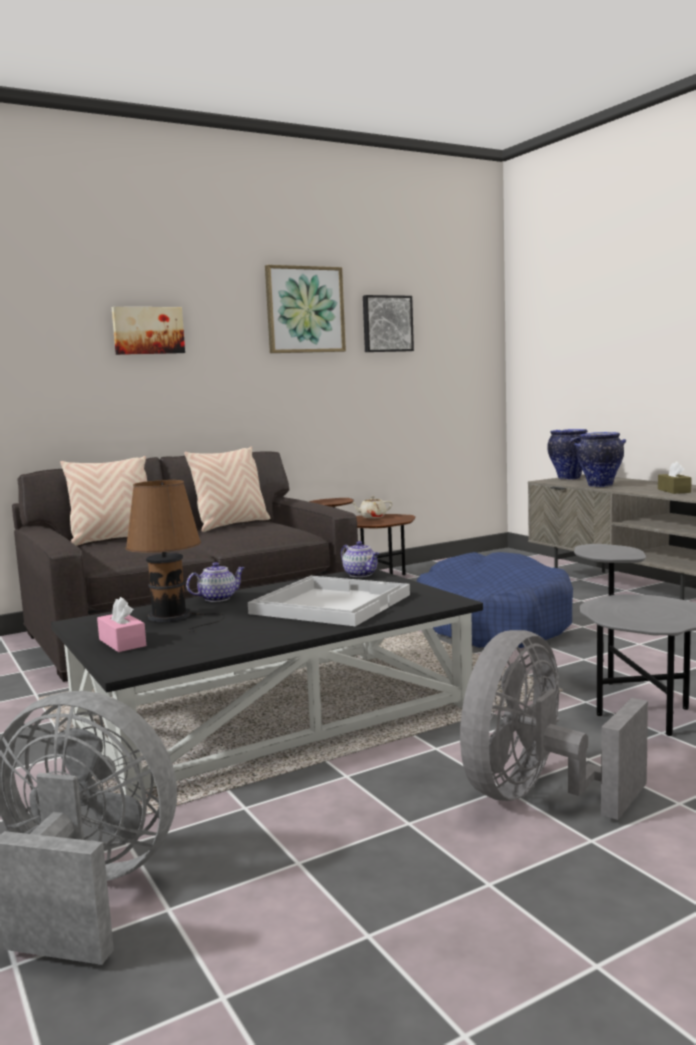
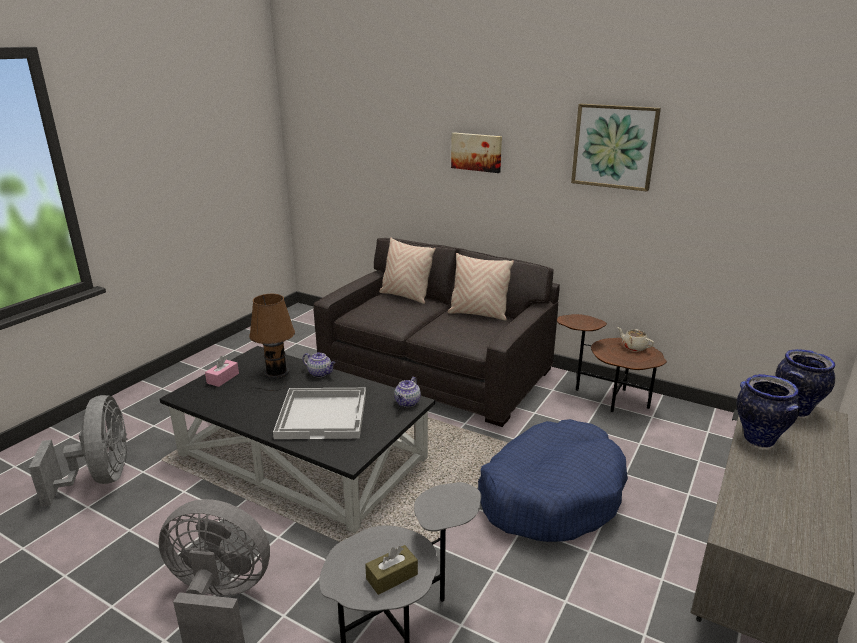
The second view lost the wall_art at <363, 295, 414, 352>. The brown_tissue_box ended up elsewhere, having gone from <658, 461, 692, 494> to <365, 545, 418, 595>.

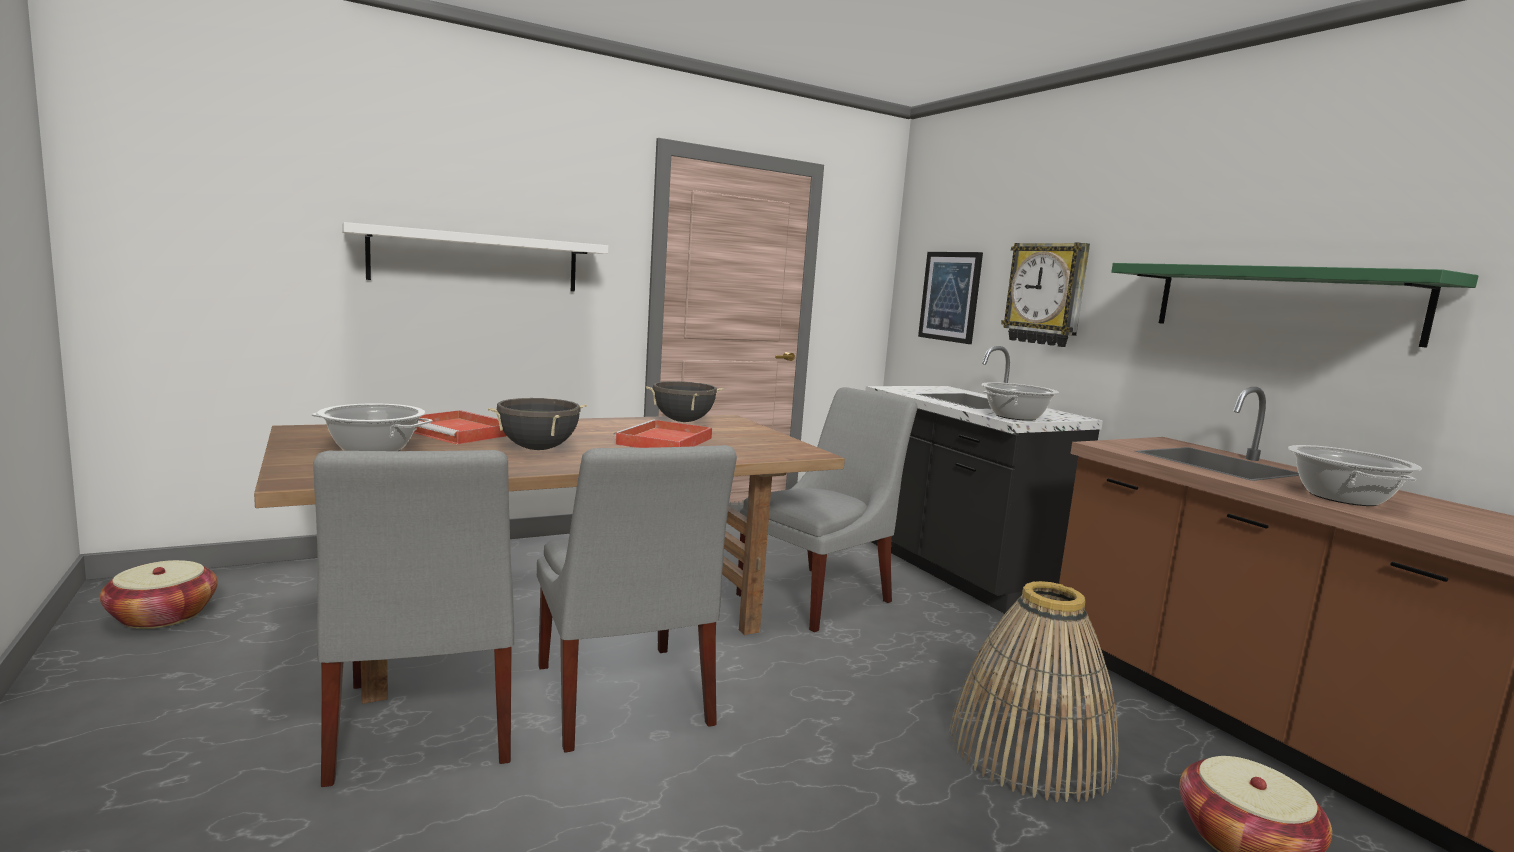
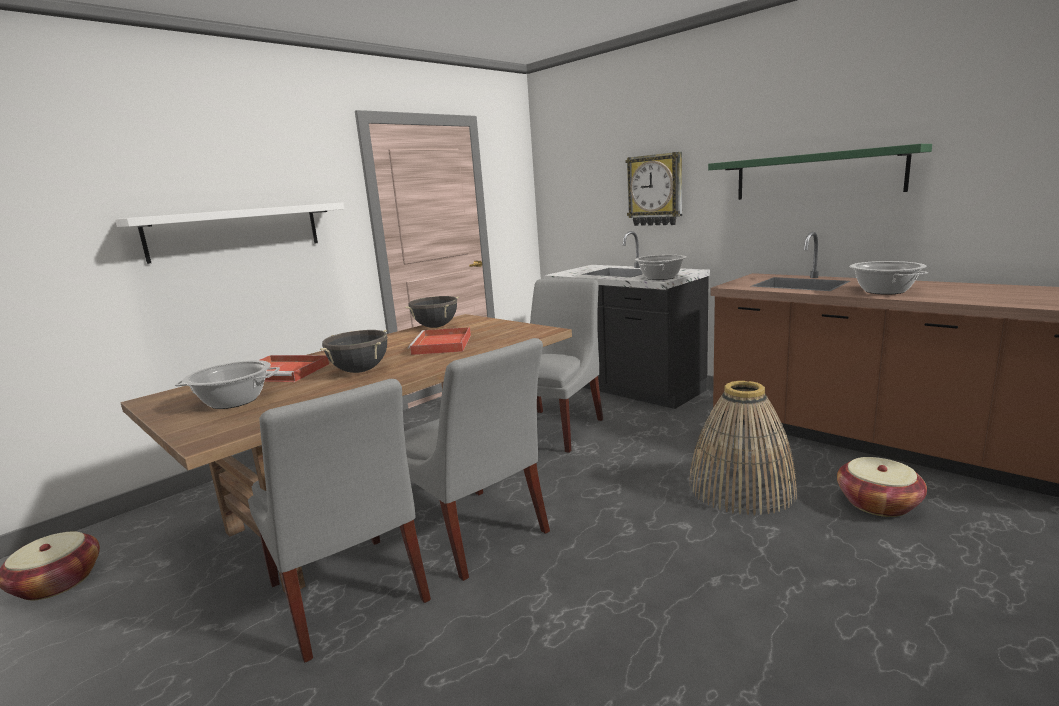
The second view lost the wall_art at <918, 252, 983, 344>.

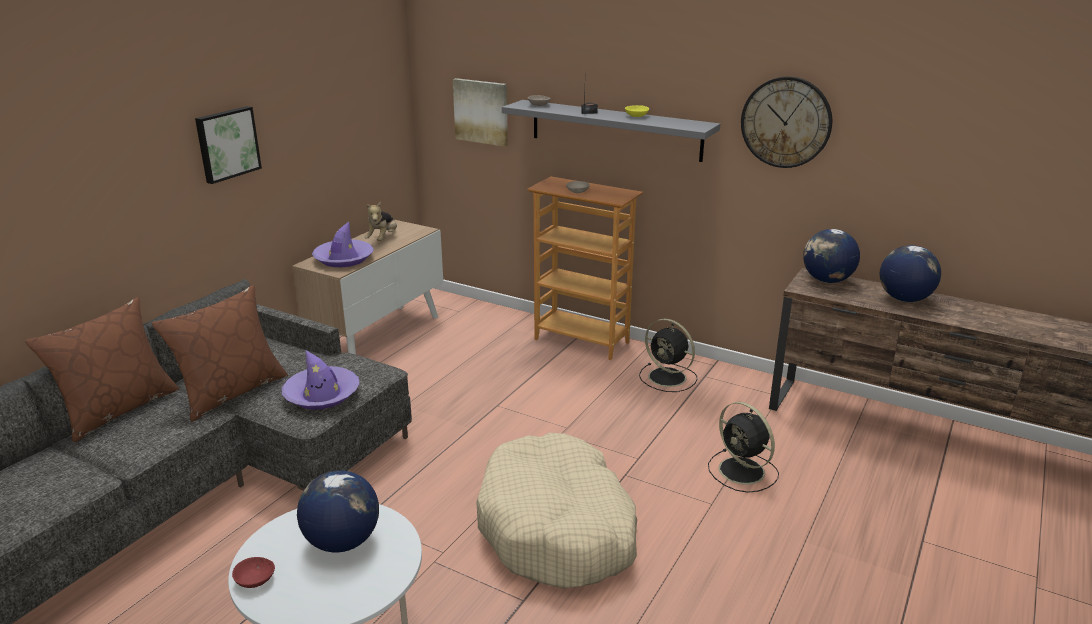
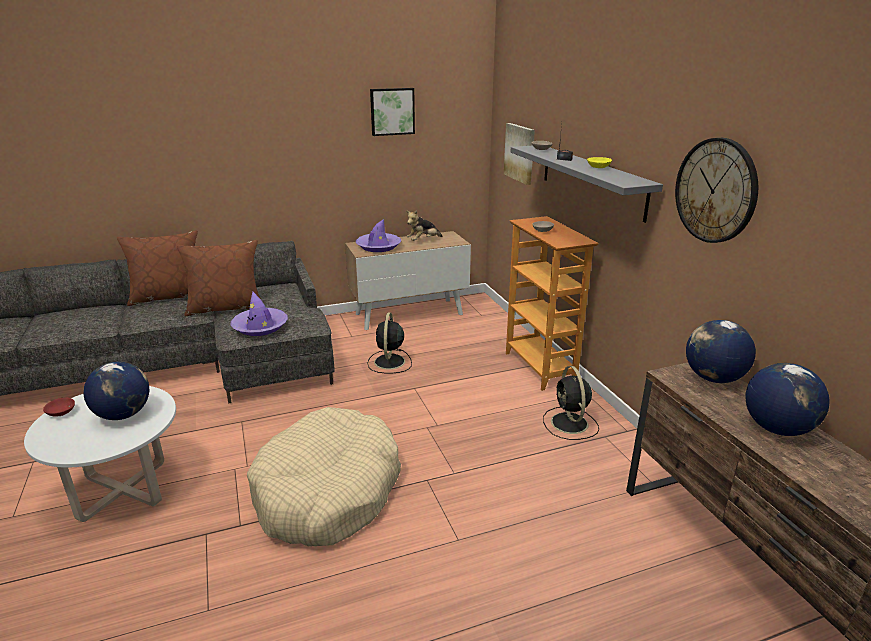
The wall_art ended up elsewhere, having gone from <195, 106, 262, 184> to <370, 88, 415, 136>. The blackish_electric_fan ended up elsewhere, having gone from <708, 402, 779, 493> to <367, 312, 412, 373>.

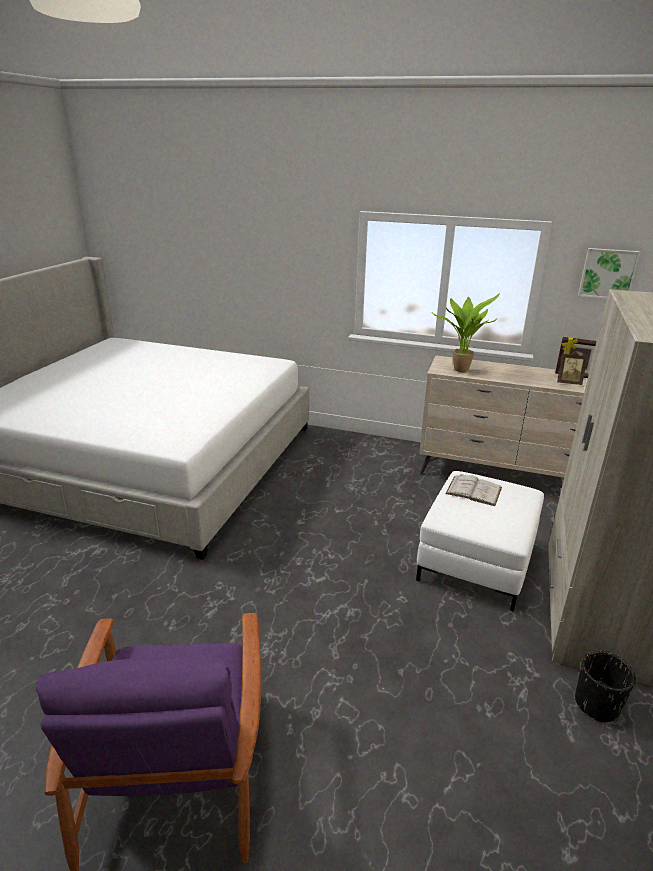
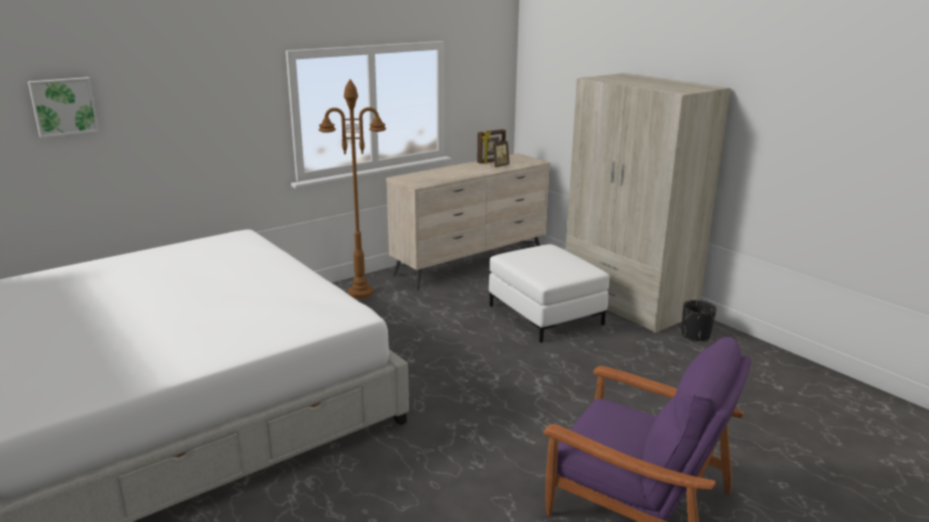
The second view lost the plant_in_a_pot at <433, 293, 500, 372>. The second view lost the white_bound_book at <445, 474, 502, 506>. The wall_art ended up elsewhere, having gone from <578, 248, 641, 299> to <28, 77, 99, 138>. The second view gained the brown_standard_lamp at <318, 79, 386, 299>.

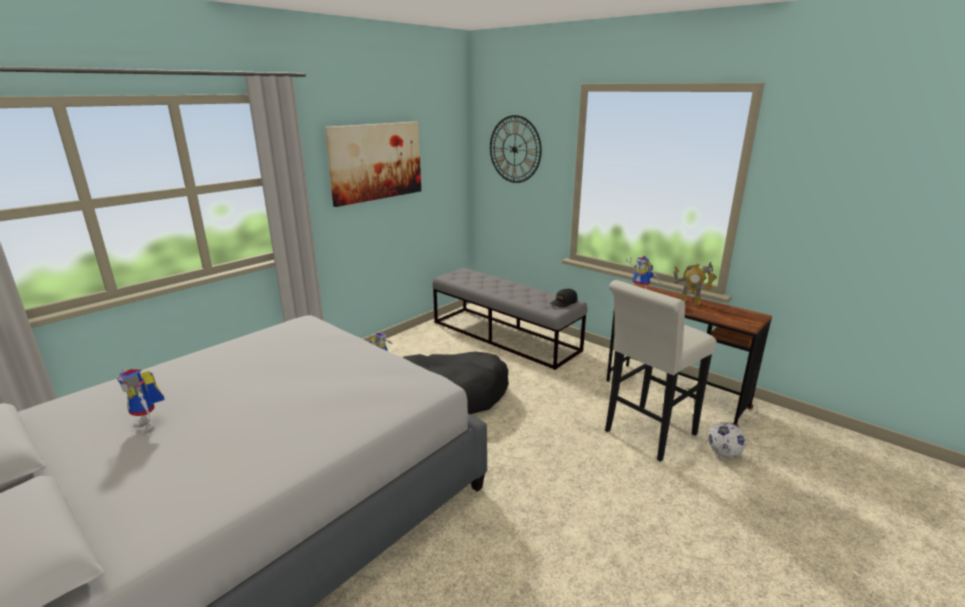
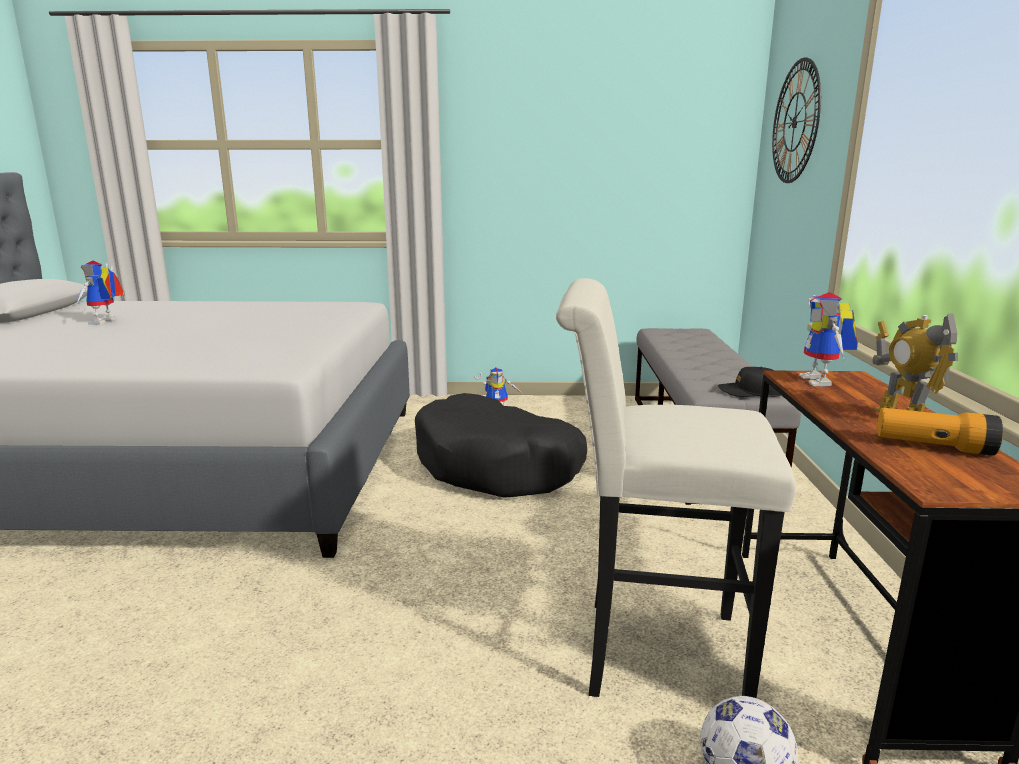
The second view lost the wall_art at <325, 122, 421, 207>. The second view gained the torch at <877, 408, 1003, 456>.

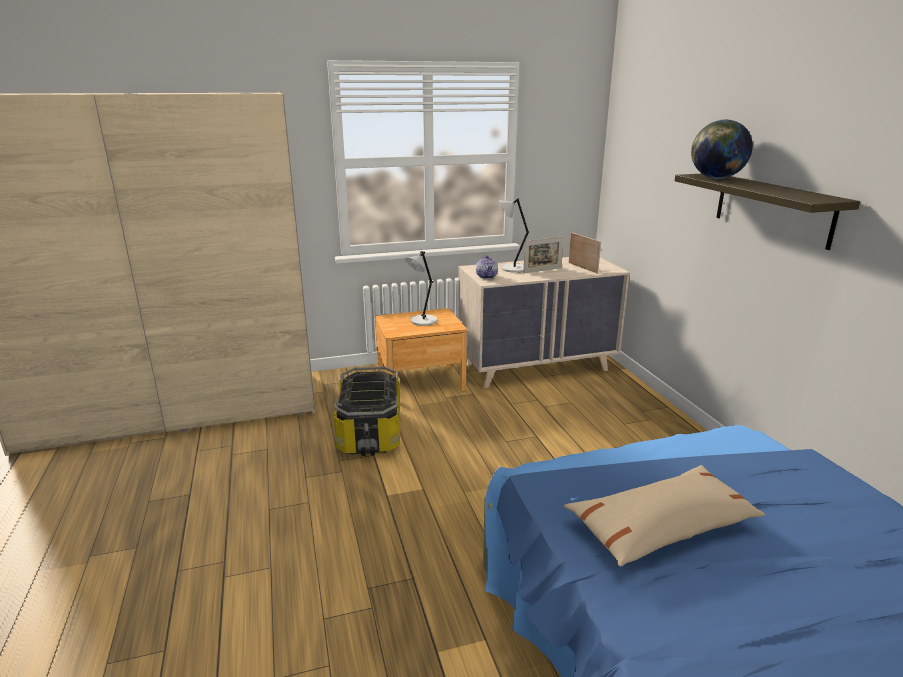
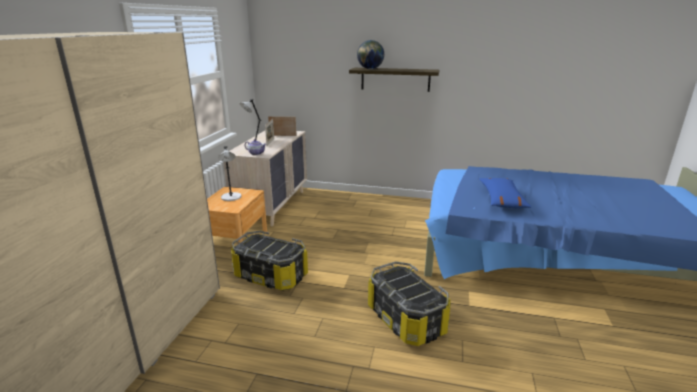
What was the beige-coloured_cushion at <564, 465, 766, 566> turned into the blue-coloured_cushion at <479, 178, 531, 208>. The second view gained the storage_box at <368, 261, 451, 346>.

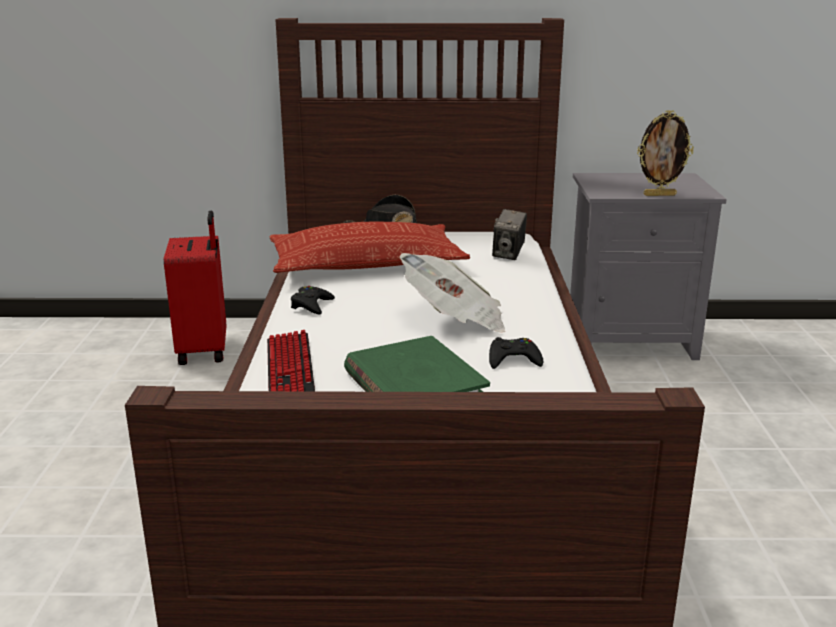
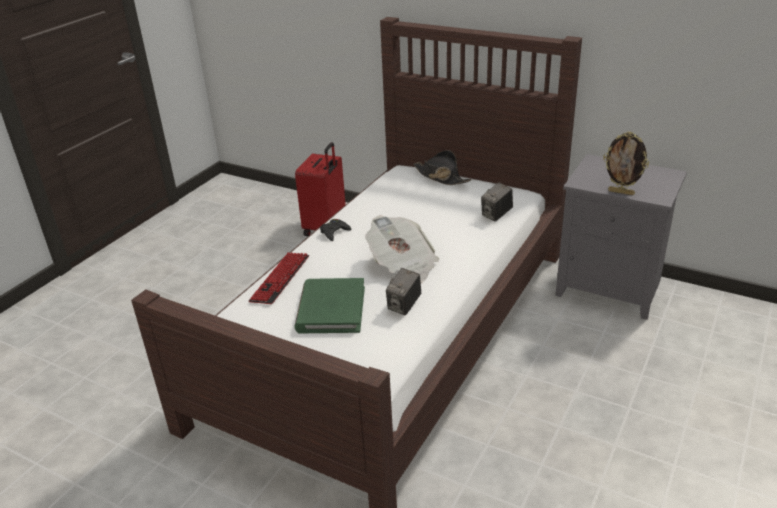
The second view lost the cushion at <270, 222, 470, 273>. Where the blackish_gamepad stood at <489, 337, 544, 369>, the still_camera came to stand at <386, 268, 421, 316>.

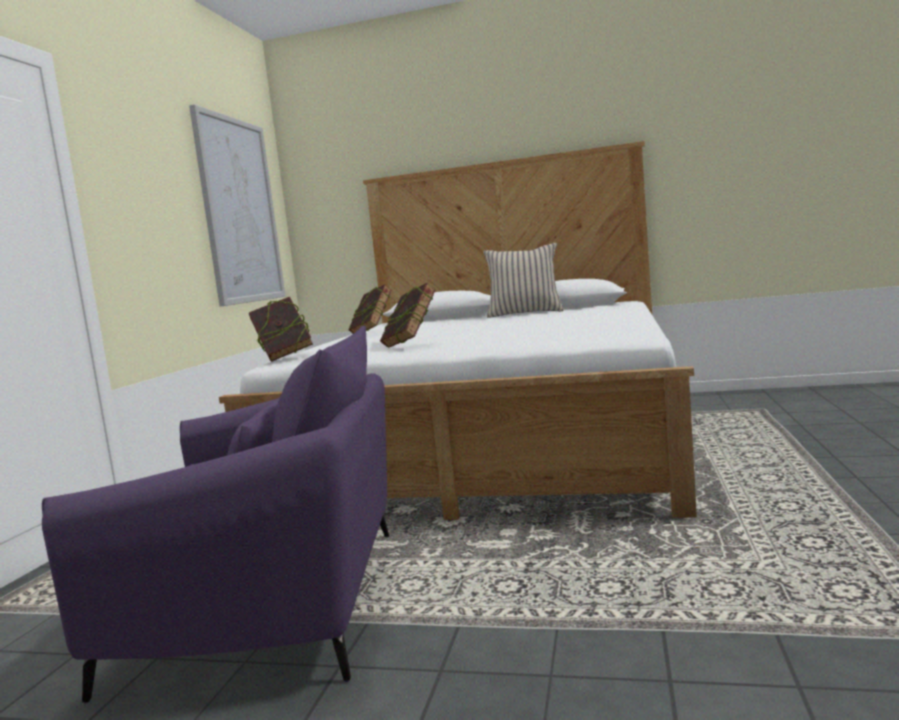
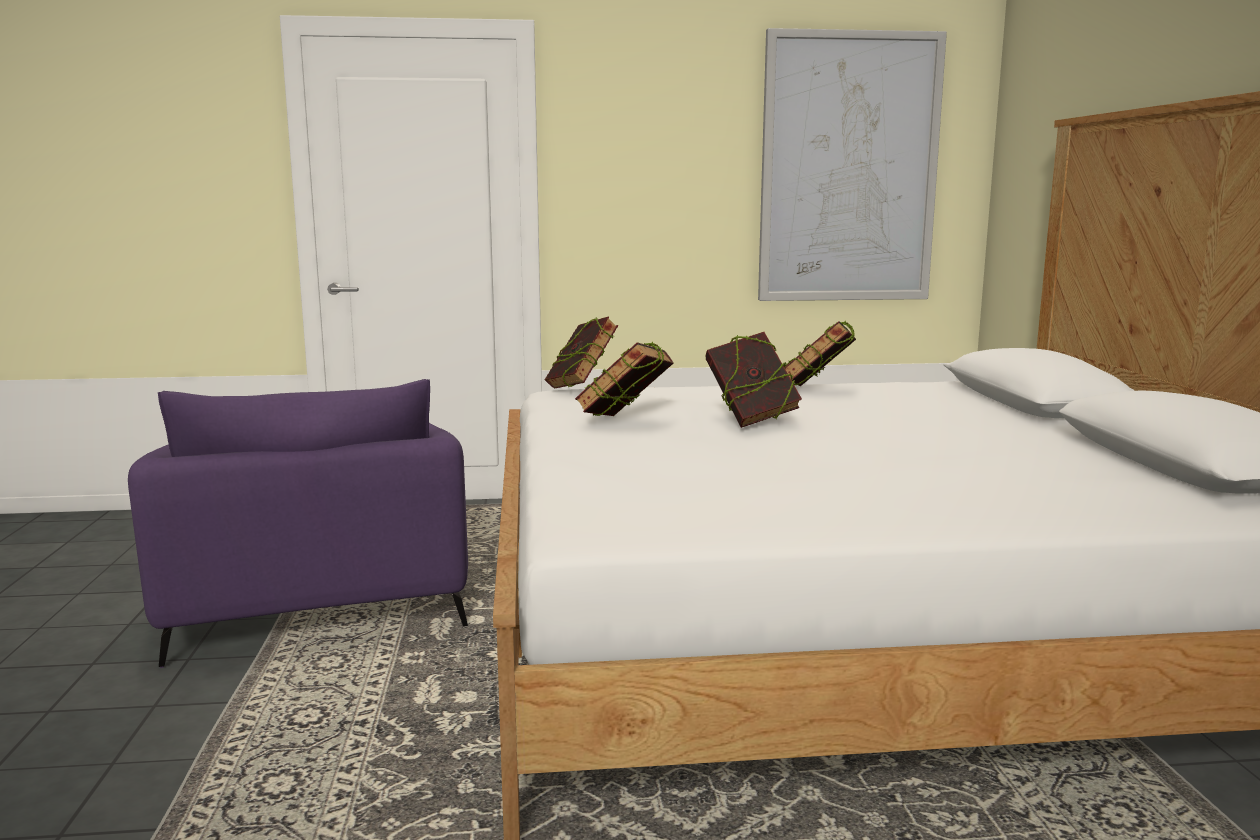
The second view lost the beige-coloured_cushion at <483, 243, 564, 318>. The second view gained the bound_book at <706, 332, 802, 428>.

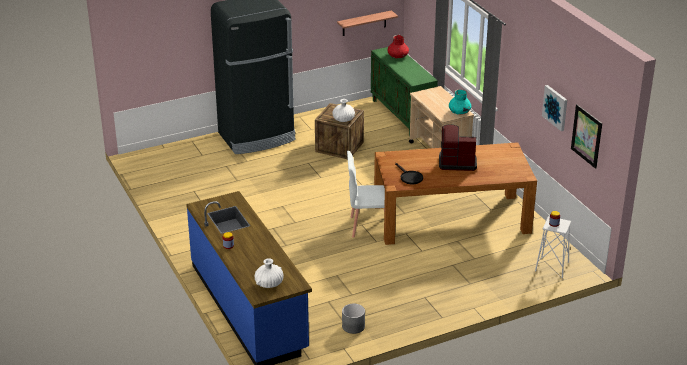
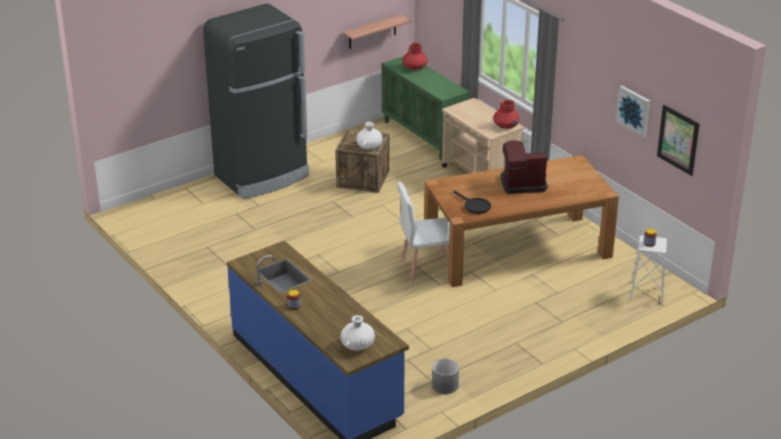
What was the turquoise_flower_vase at <449, 89, 471, 115> turned into the red_flower_vase at <493, 99, 520, 129>.

